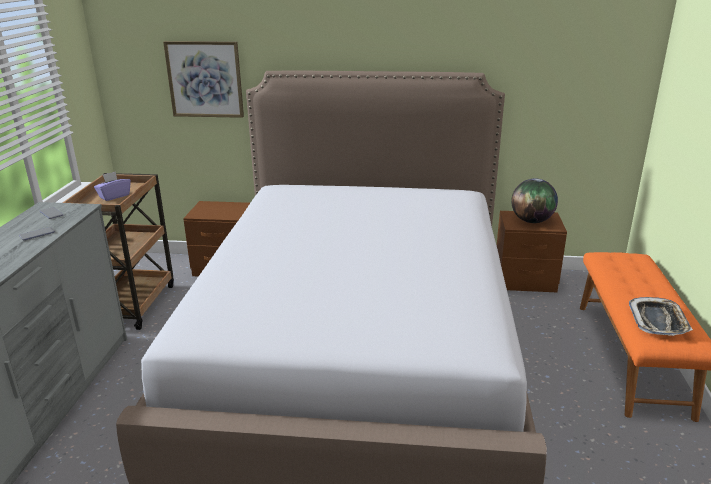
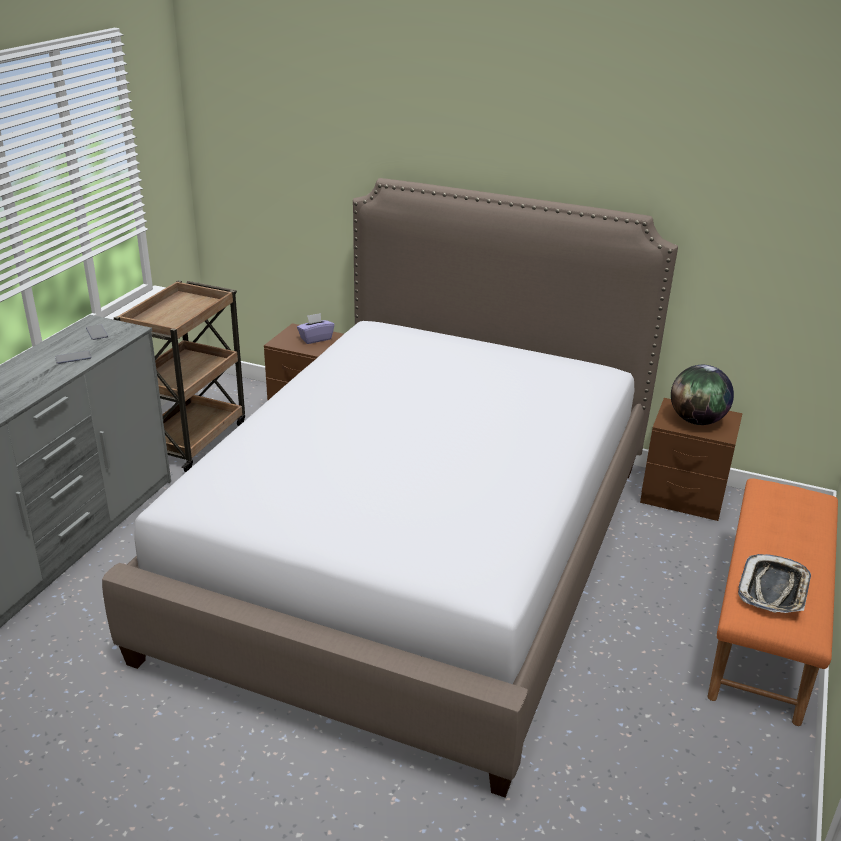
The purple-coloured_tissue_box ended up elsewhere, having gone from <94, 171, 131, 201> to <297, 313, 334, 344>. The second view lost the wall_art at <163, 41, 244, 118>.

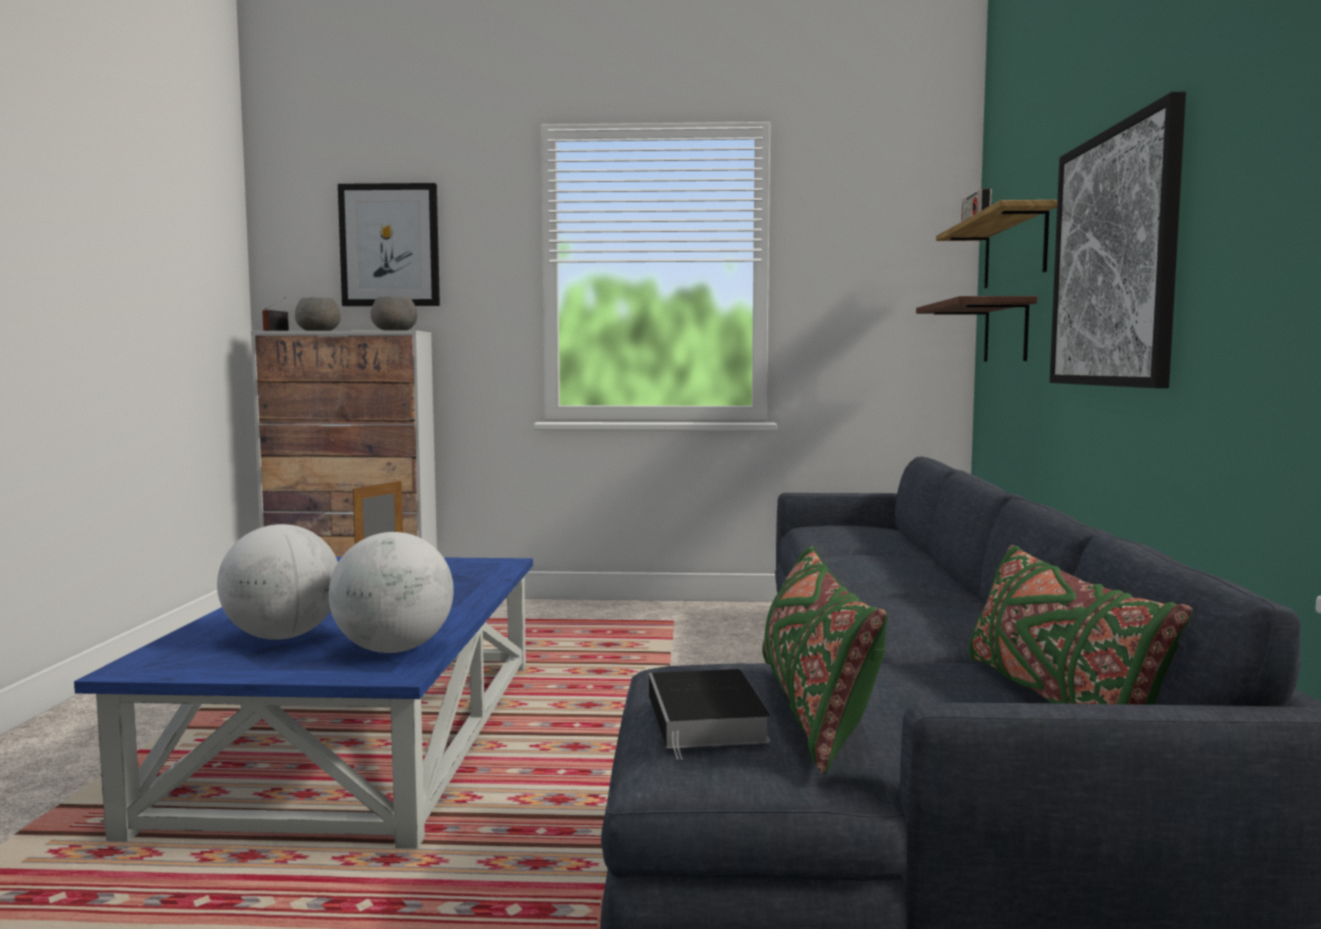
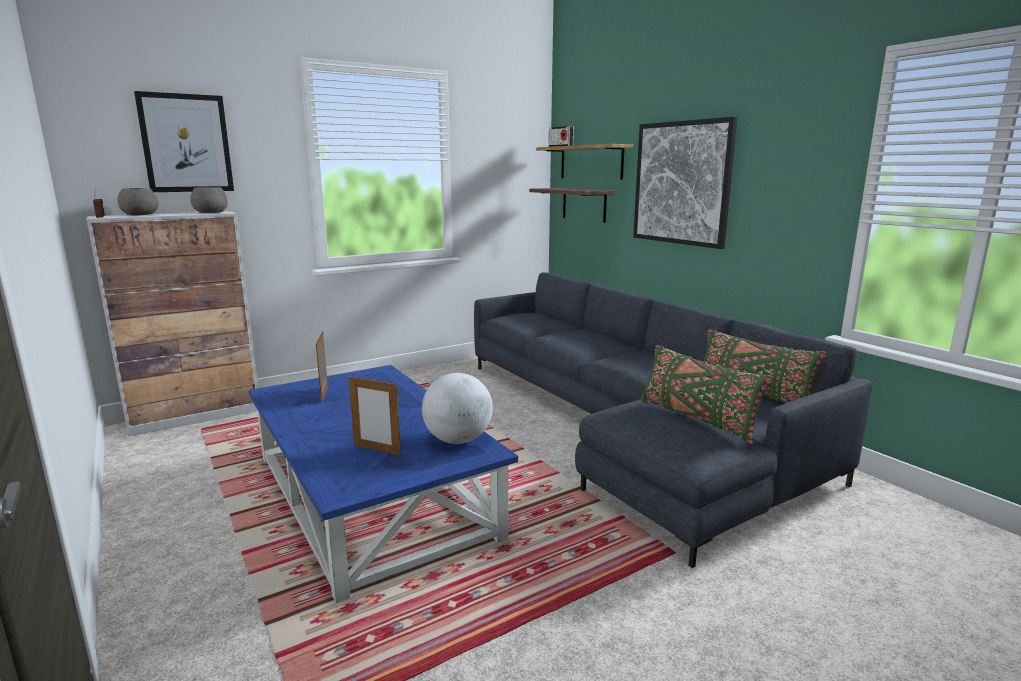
Where the world_globe stood at <217, 524, 338, 640>, the photo_frame came to stand at <349, 375, 401, 455>. The second view lost the bound_book at <649, 669, 771, 760>.

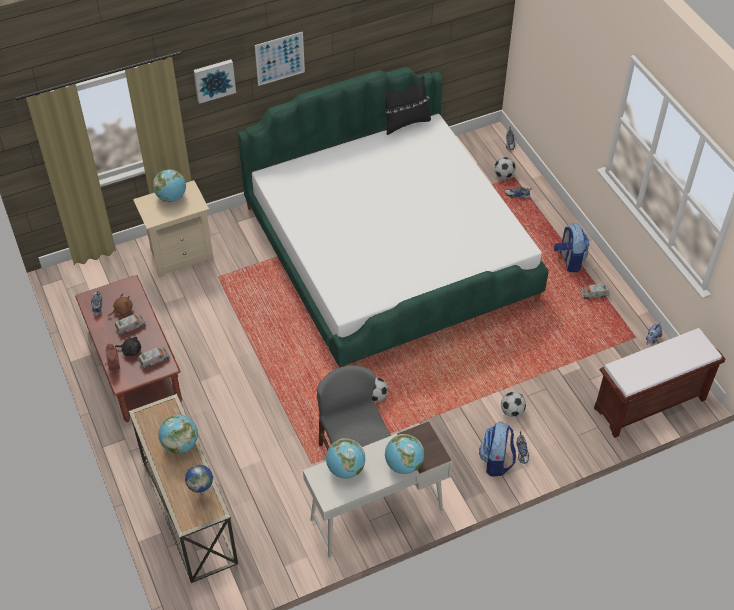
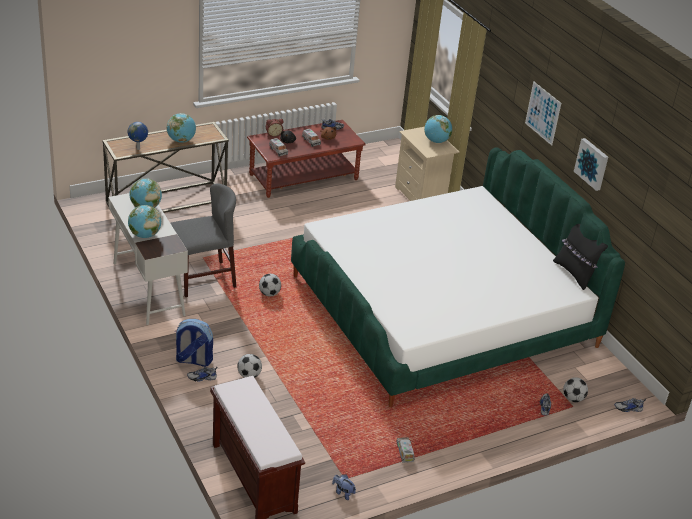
The wall_art ended up elsewhere, having gone from <193, 59, 236, 104> to <574, 138, 608, 191>. The second view lost the knapsack at <554, 223, 589, 273>.

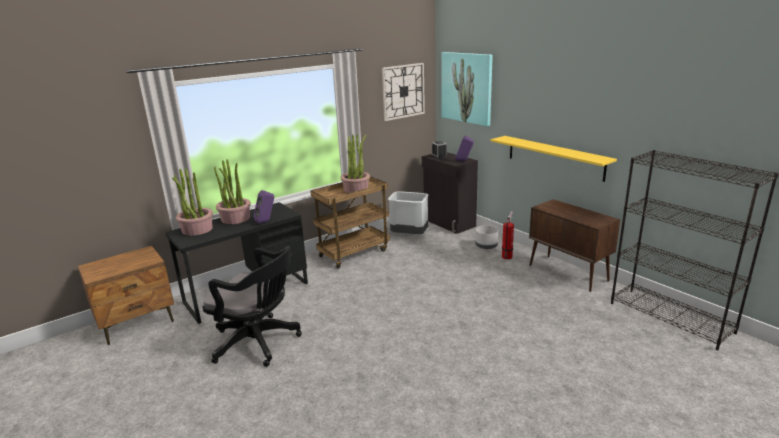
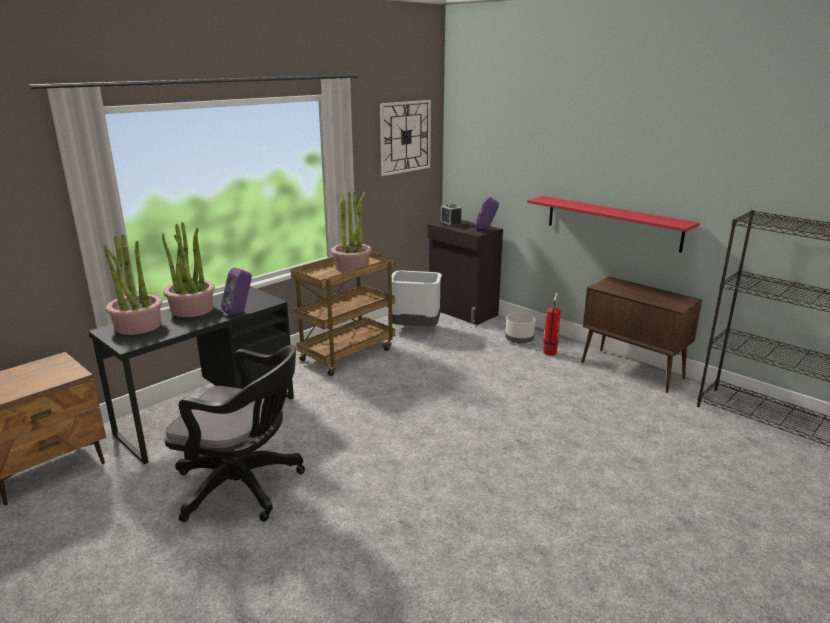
The second view lost the wall_art at <441, 52, 493, 126>. What was the yellow_shelf at <491, 136, 617, 182> turned into the red_shelf at <527, 196, 700, 253>.

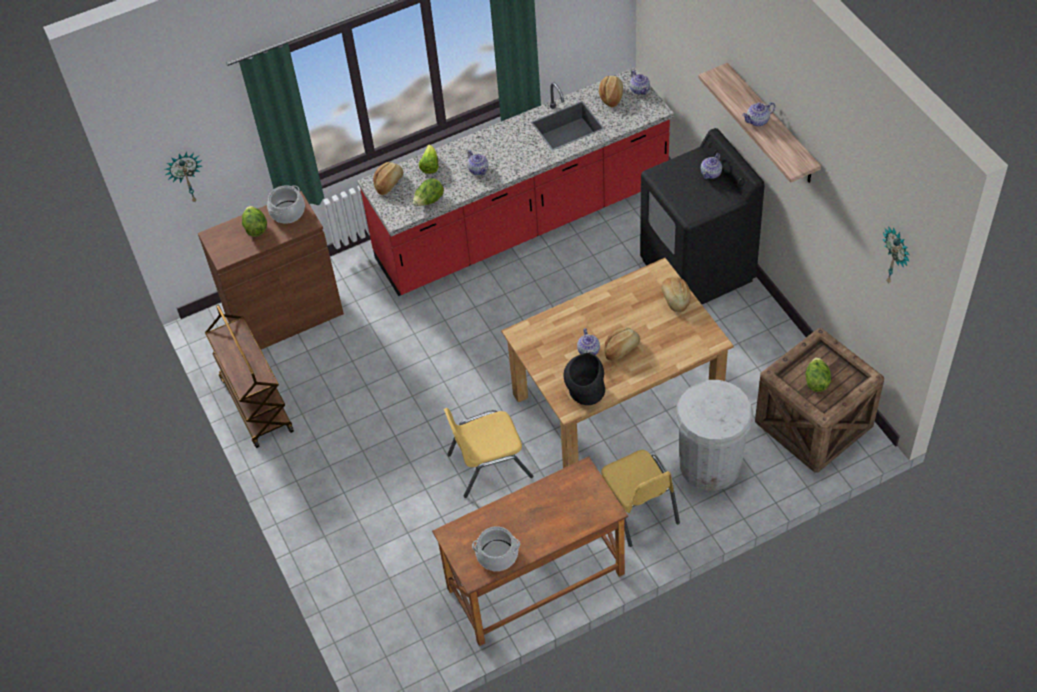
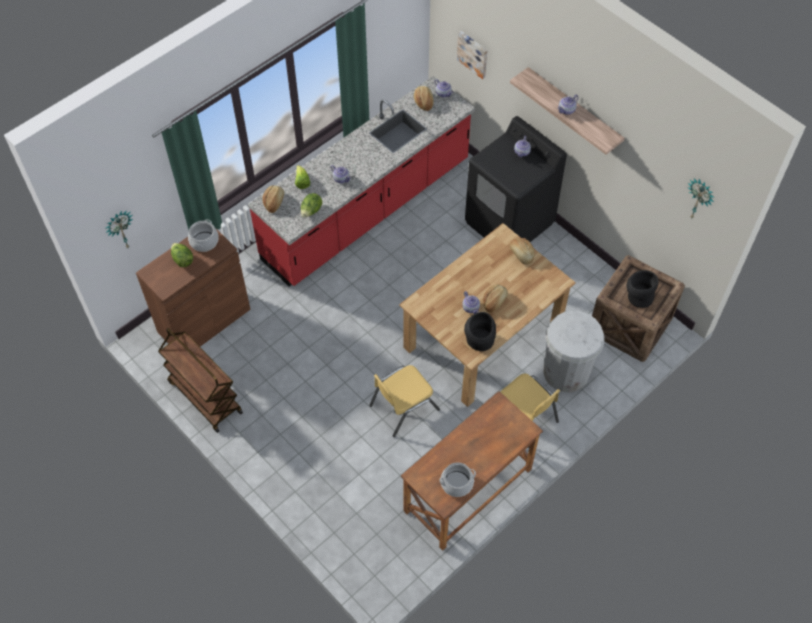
Where the lettuce stood at <805, 357, 831, 392>, the blackish_flower_vase came to stand at <627, 270, 658, 308>. The second view gained the wall_art at <457, 31, 488, 79>.

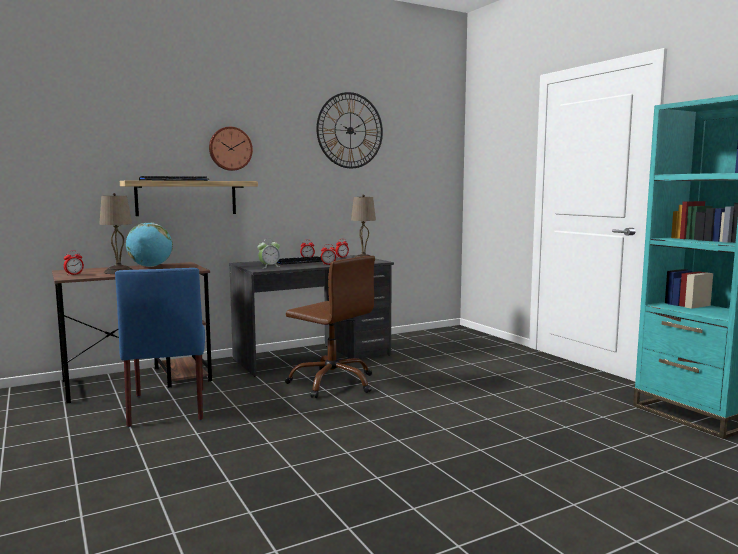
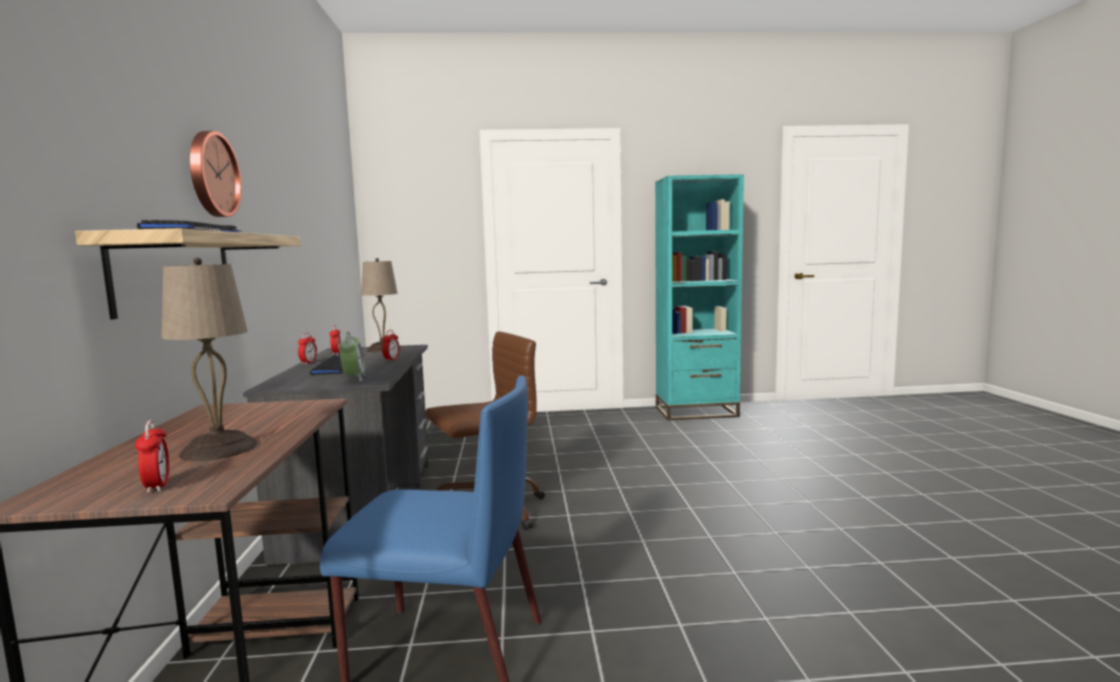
The second view lost the world_globe at <126, 222, 173, 267>. The second view lost the hanging_clock at <316, 92, 383, 168>.

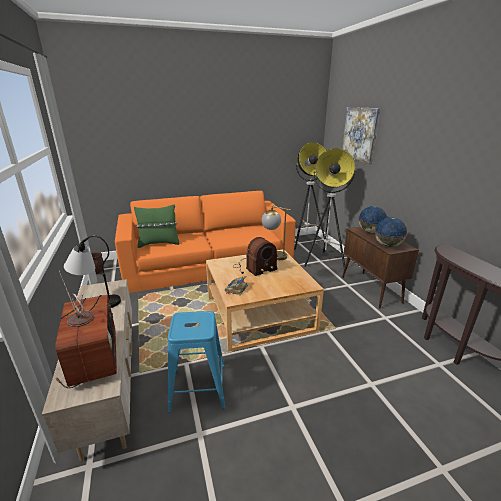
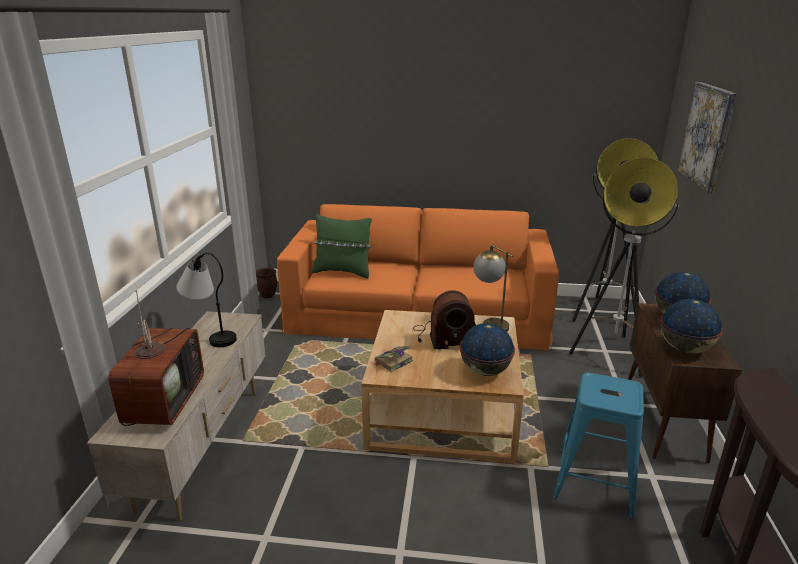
The blue-coloured_sitting_stool ended up elsewhere, having gone from <168, 311, 225, 413> to <553, 373, 644, 519>. The second view gained the world_globe at <460, 323, 515, 376>.

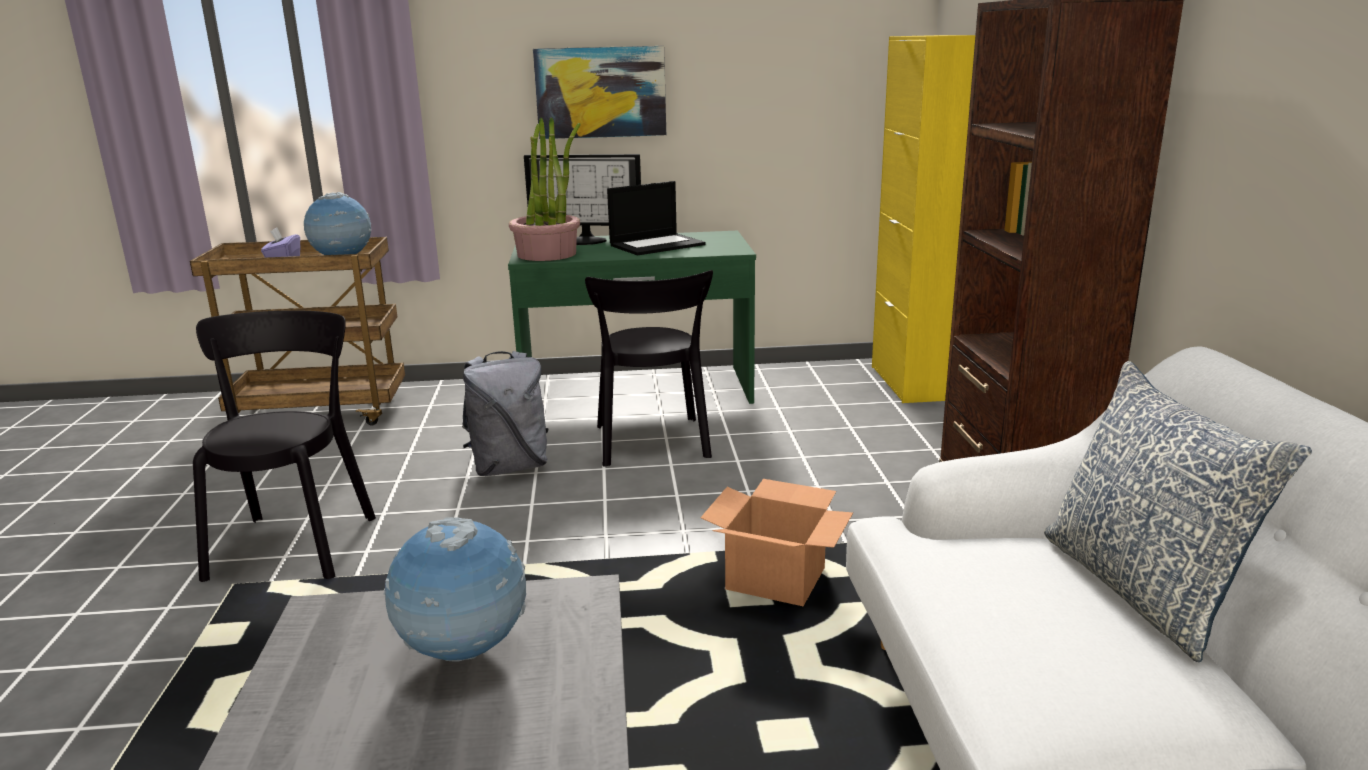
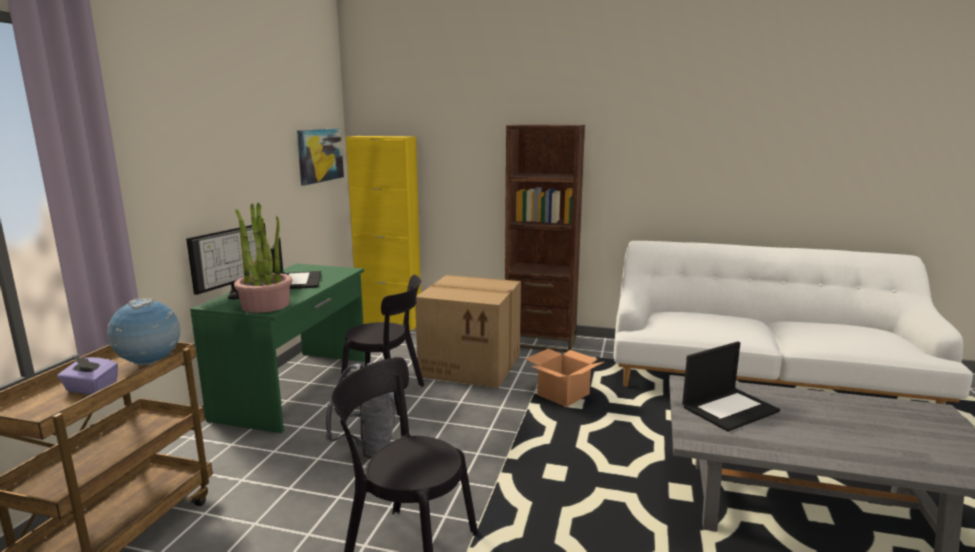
Where the world_globe stood at <384, 517, 526, 662>, the portable_computer came to stand at <682, 341, 780, 432>. The wall_art ended up elsewhere, having gone from <533, 46, 666, 139> to <297, 128, 344, 186>. The second view lost the cushion at <1044, 361, 1312, 662>. The second view gained the packing_box at <415, 275, 521, 388>.

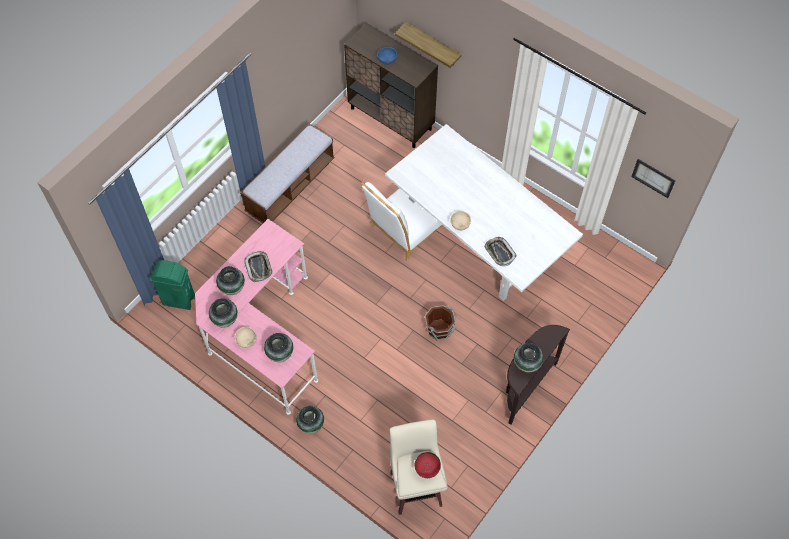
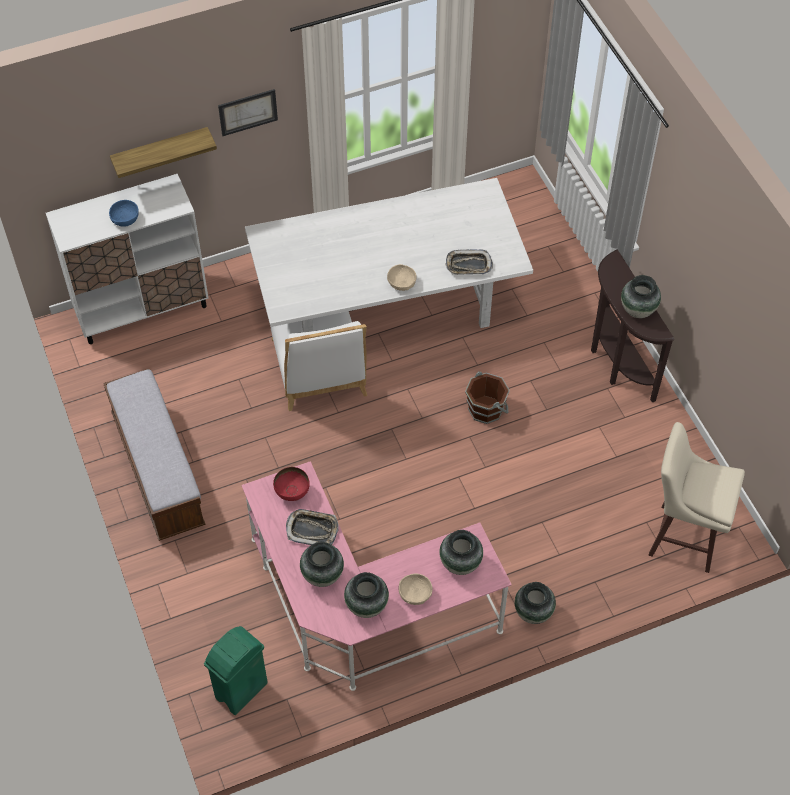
What was the brown_cabinet at <344, 23, 438, 148> turned into the white_cabinet at <46, 174, 209, 344>. The red_bowl ended up elsewhere, having gone from <415, 452, 441, 478> to <273, 467, 310, 501>. The wall_art ended up elsewhere, having gone from <631, 159, 675, 198> to <218, 89, 278, 136>.

